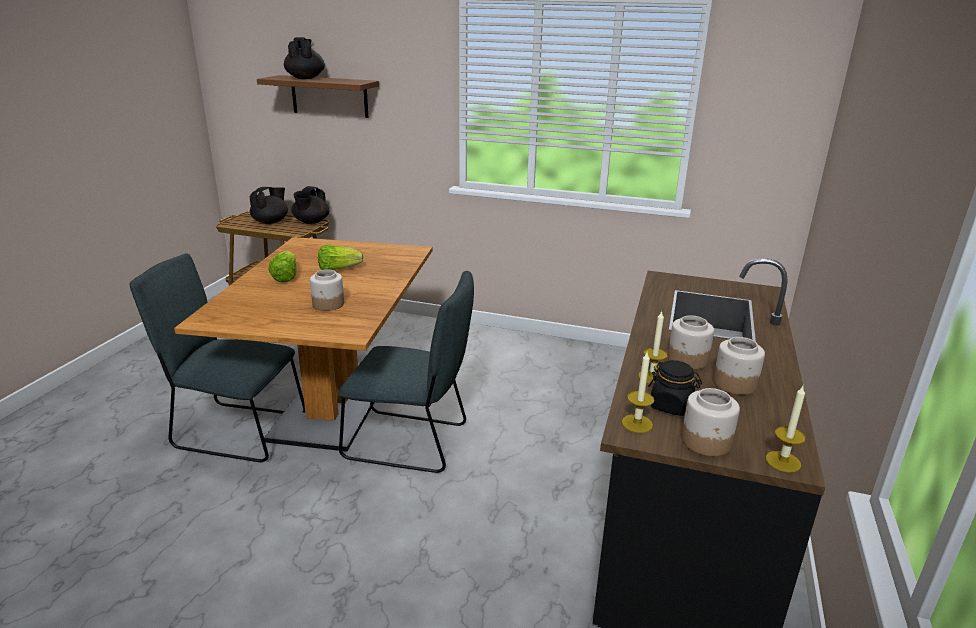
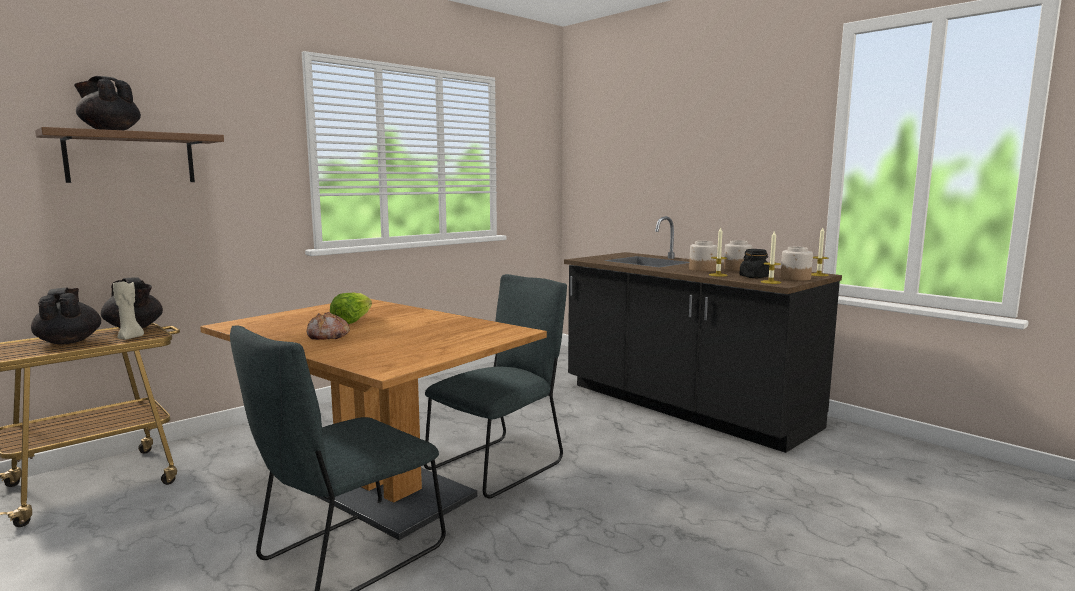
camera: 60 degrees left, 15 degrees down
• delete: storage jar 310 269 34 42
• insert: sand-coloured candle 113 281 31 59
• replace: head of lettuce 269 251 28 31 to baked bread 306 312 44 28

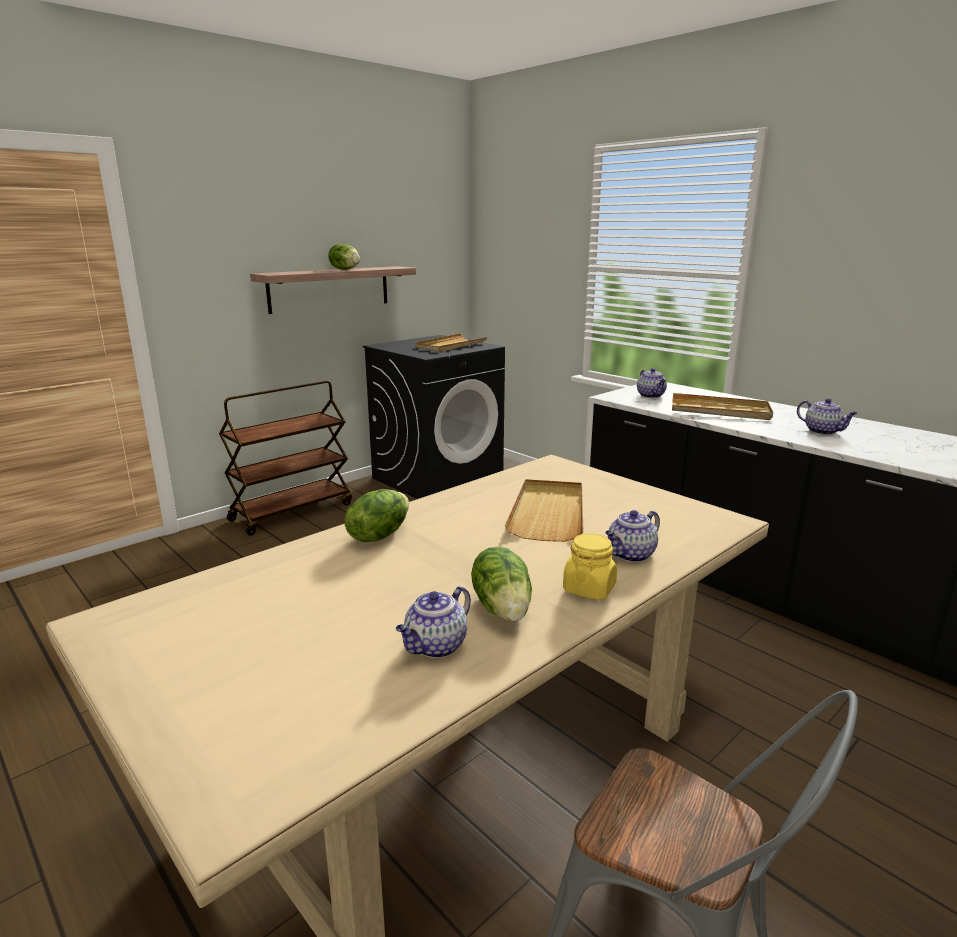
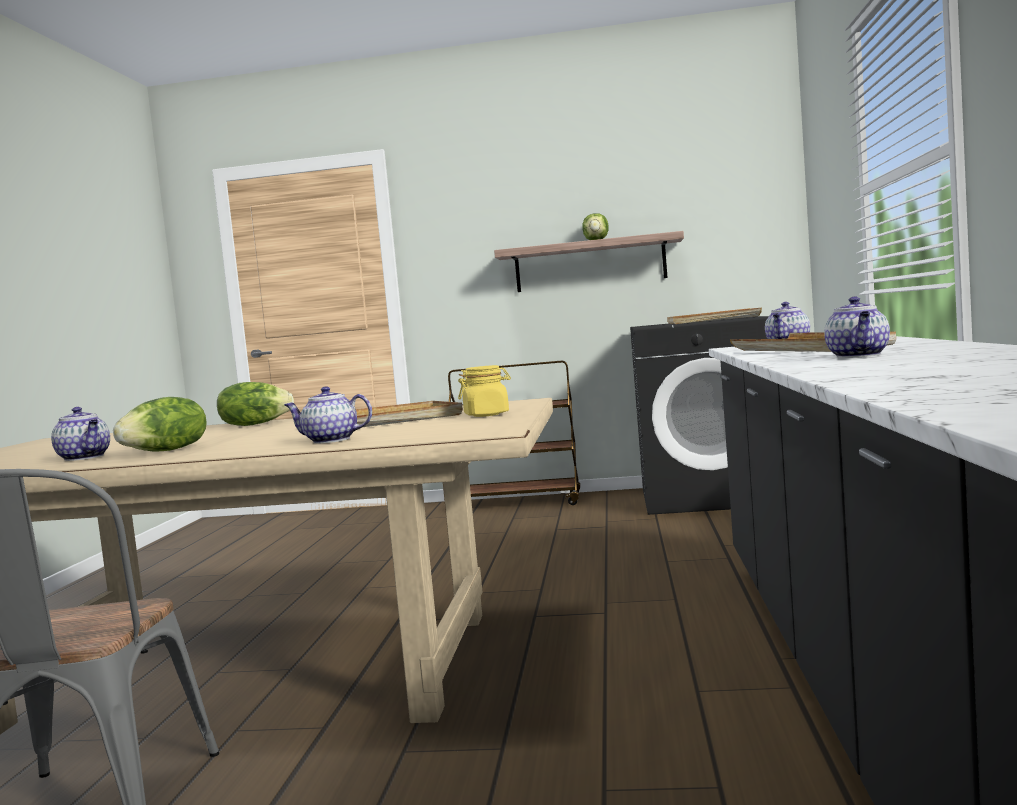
camera: 50 degrees right, 15 degrees down
• move: yellow-coloured storage jar 563 533 54 67 to 458 365 53 52
• rotate: tea pot 396 586 75 72 = 51 407 59 54 135 degrees counterclockwise

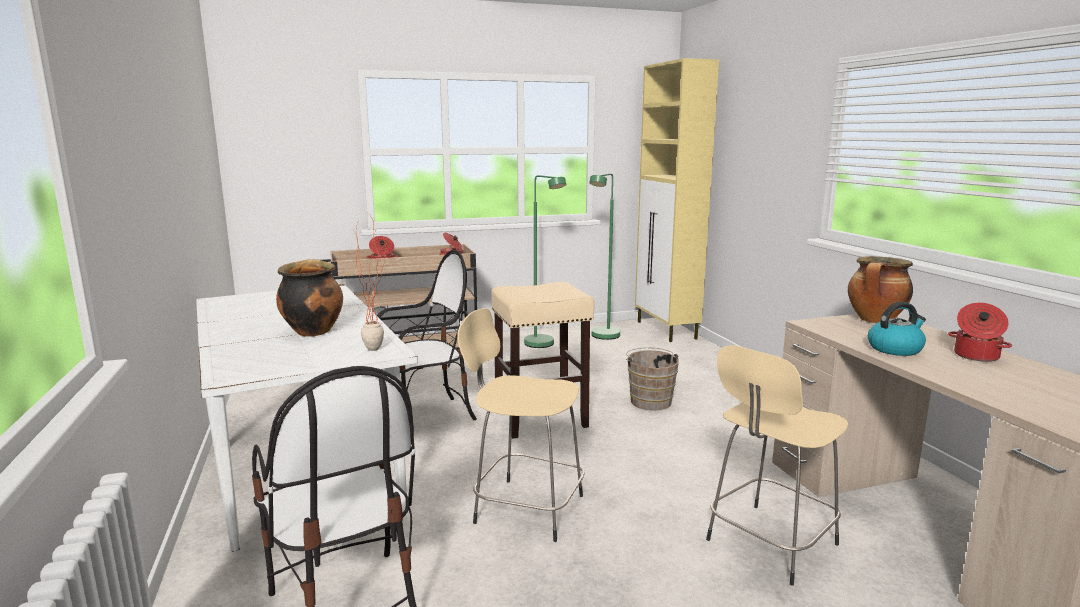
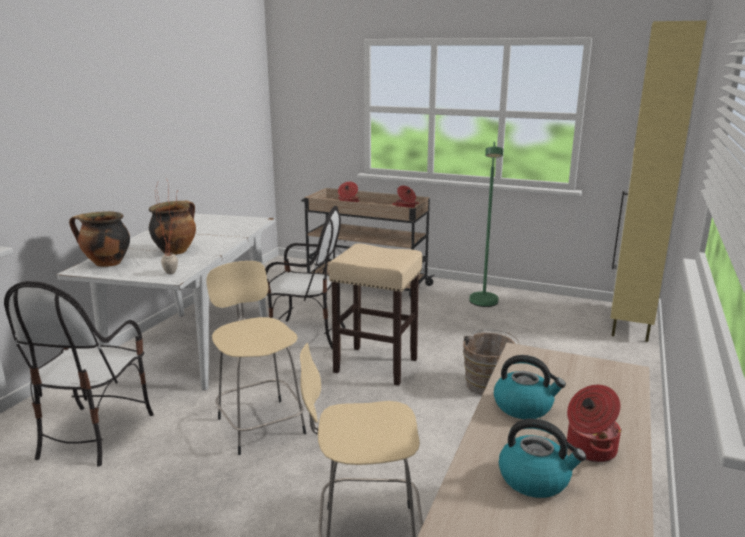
camera: 40 degrees right, 5 degrees up
• delete: greenish standard lamp 589 173 31 167
• insert: water kettle 499 419 87 79
• move: cooking pot 848 256 65 67 to 69 211 61 56

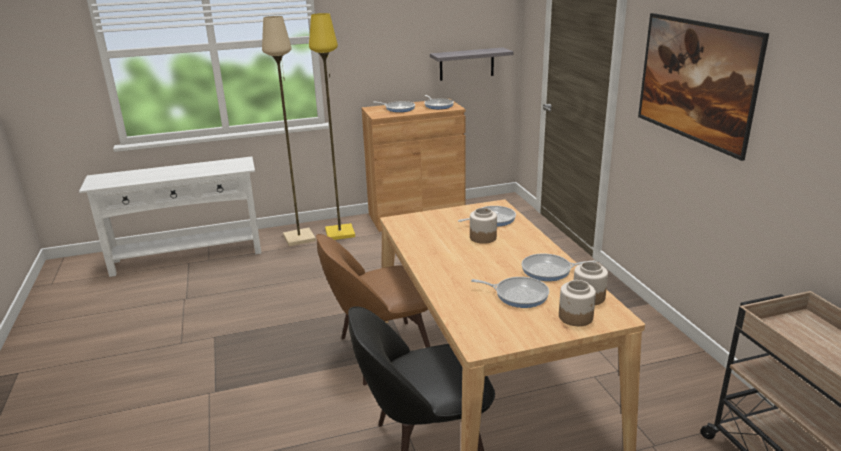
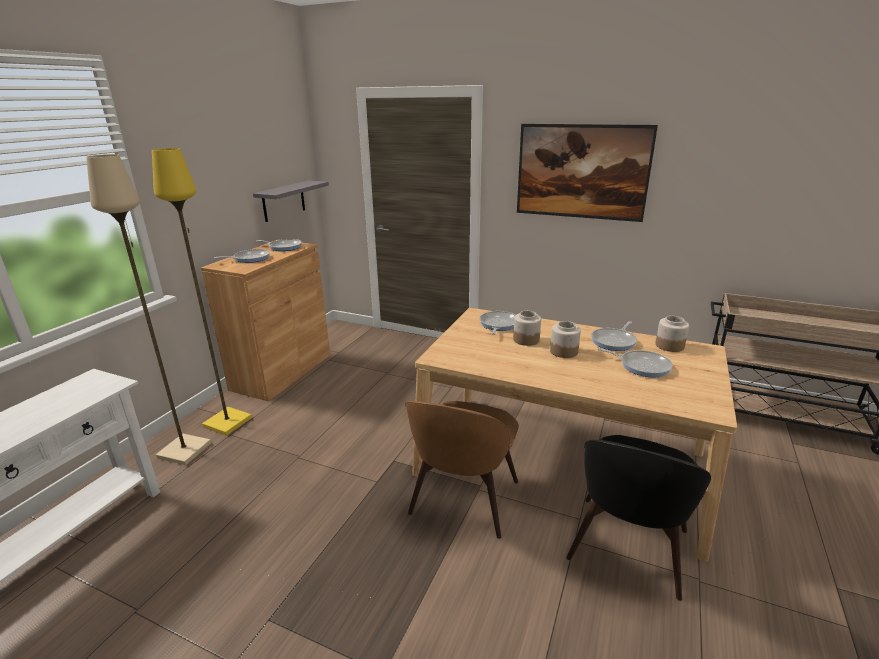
camera: 50 degrees left, 0 degrees up
• move: storage jar 559 280 37 46 to 550 321 31 37
• rotate: pan 471 277 78 31 = 598 348 75 29 60 degrees clockwise

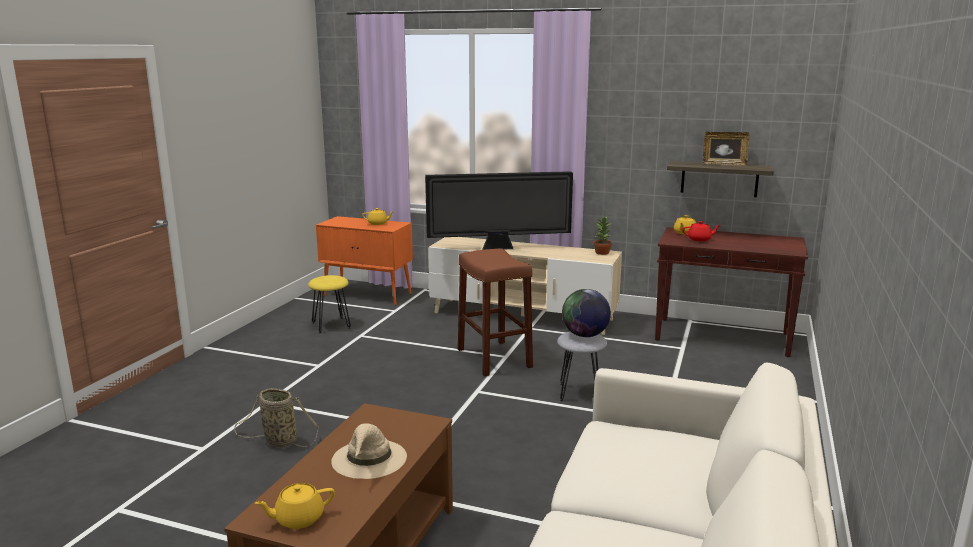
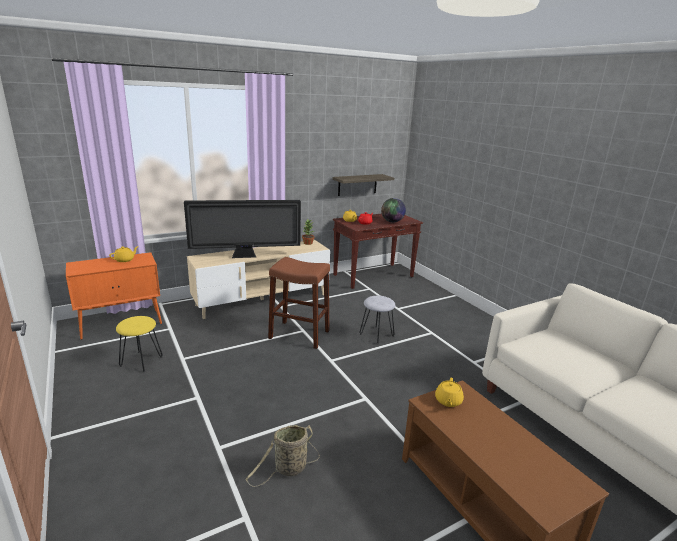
camera: 50 degrees left, 5 degrees up
• delete: sand-coloured clothing hat 331 423 76 56
• delete: photo frame 703 132 46 34
• move: yellow-coloured tea pot 255 483 80 46 to 435 378 29 29
• move: world globe 562 289 49 48 to 381 198 25 25
• rotate: TV set 425 171 148 79 = 184 200 117 58 45 degrees clockwise

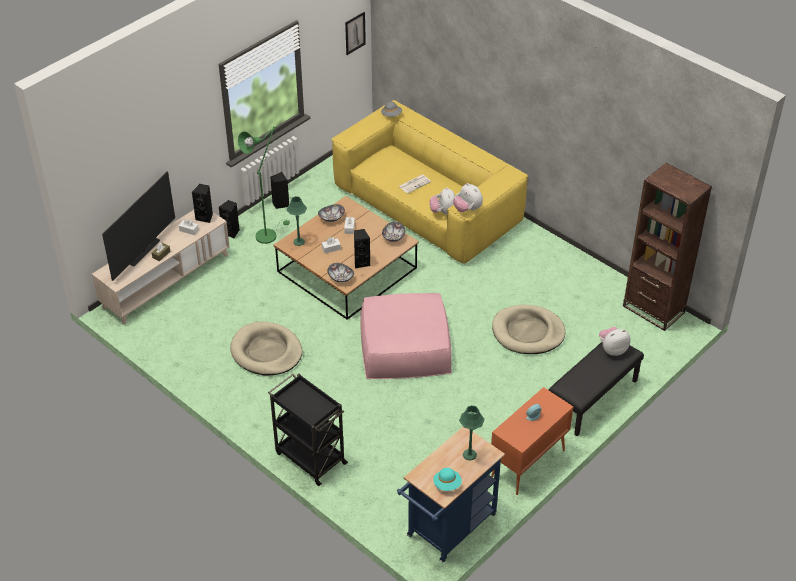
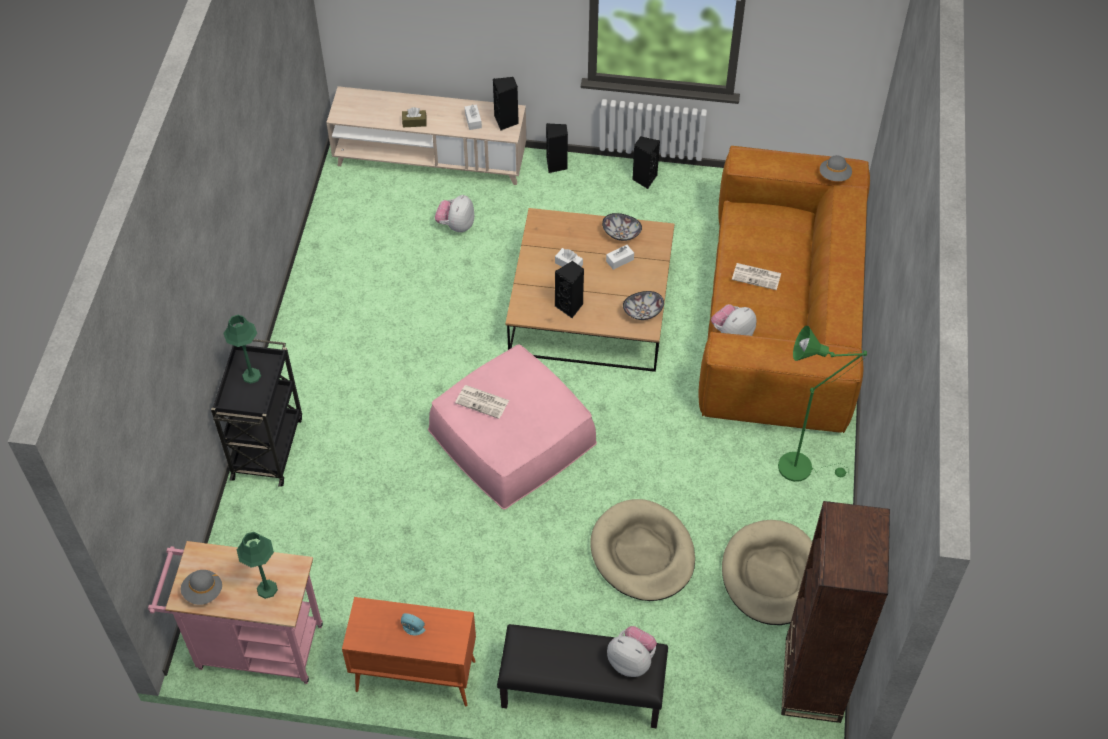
camera: 55 degrees right, 10 degrees up
• delete: TV set 102 172 73 109
• delete: serving bowl 328 263 26 20
• delete: wall picture 345 12 21 43
• insert: printed paper 455 385 54 34
• move: sand-coloured dog cushion 230 322 72 54 to 722 520 90 105
• move: greenish standard lamp 238 126 52 118 to 778 326 89 156
• move: greenish tabletop lamp 287 196 20 50 to 223 315 38 69
• move: soft toy 453 183 30 29 to 435 195 39 37
• recolor: yellow-coloured sofa 332 100 196 164 to brown-coloured sofa 699 146 171 287
• recolor: bluish cart 397 427 108 135 to pink cart 148 541 175 143
• recolor: turquoise-coloured clothing hat 433 468 29 23 to gray clothing hat 181 570 41 35

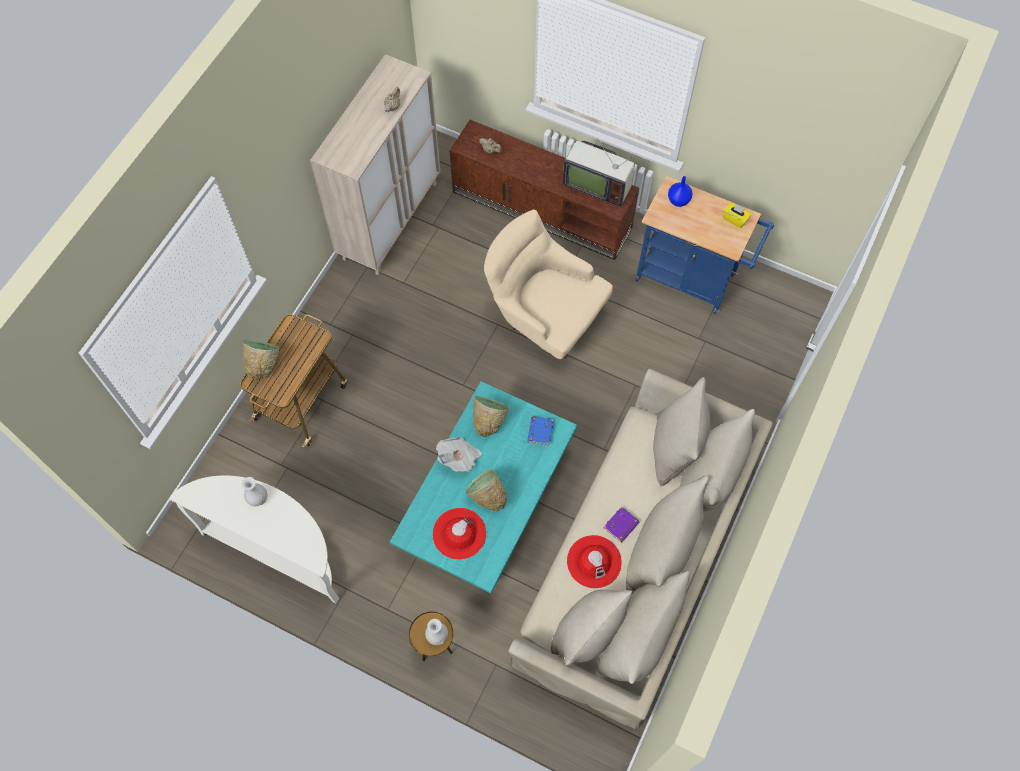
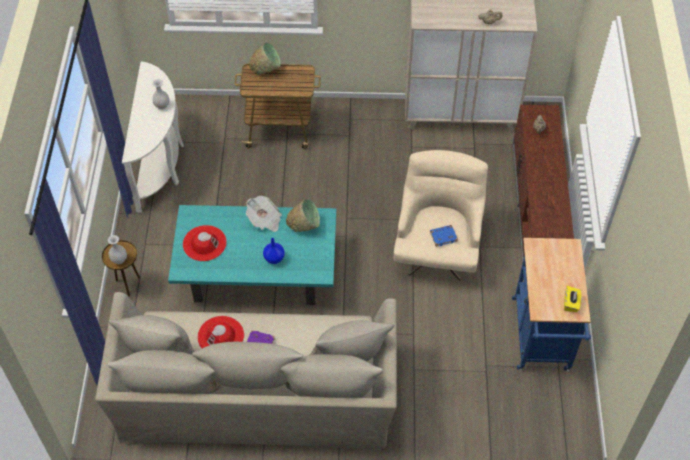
camera: 65 degrees right, 10 degrees down
• delete: greenish serving bowl 465 469 42 43
• delete: TV set 563 138 74 69
• move: bluish volume 527 416 26 30 to 430 225 28 22
• move: bluish decorative vase 668 176 24 31 to 263 238 22 26

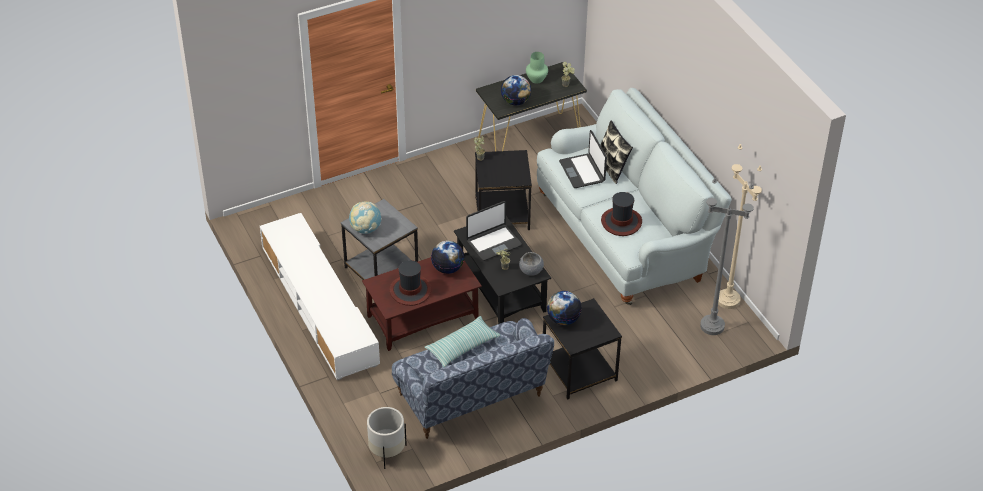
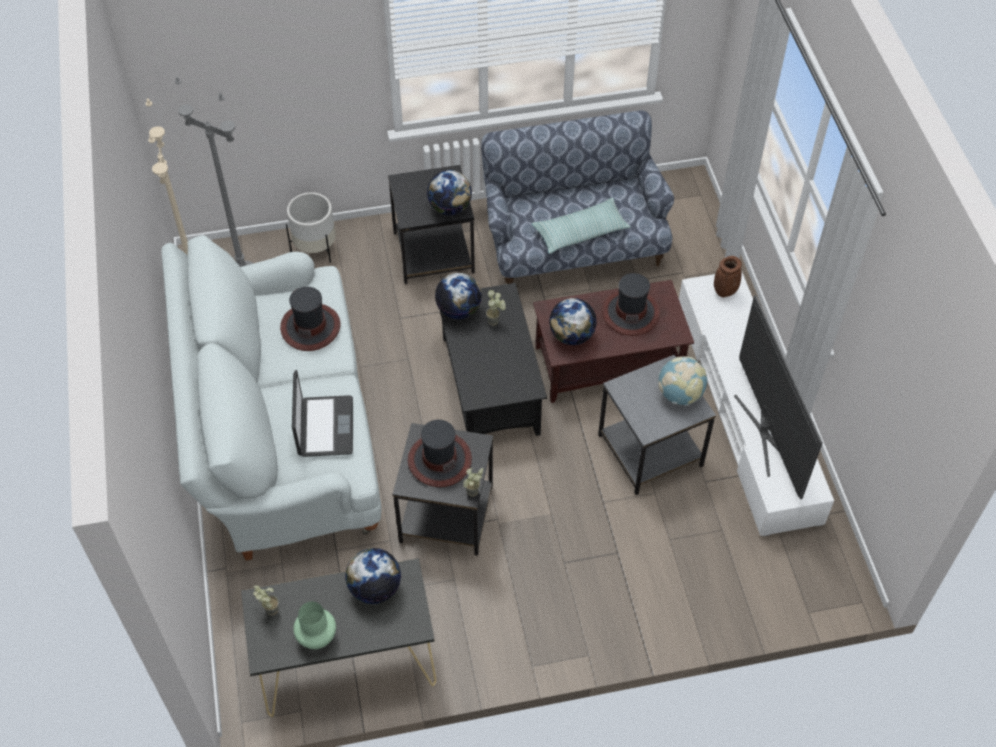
camera: 165 degrees left, 10 degrees up
• delete: notebook computer 466 201 56 60
• delete: cushion 601 121 32 63
• insert: clothing hat 408 420 64 67
• insert: brown-coloured decorative vase 714 256 28 41
• insert: TV set 734 295 89 204
• move: white-coloured planter 367 407 40 62 to 286 192 50 71
• replace: gray serving bowl 519 252 25 24 to world globe 435 273 47 46

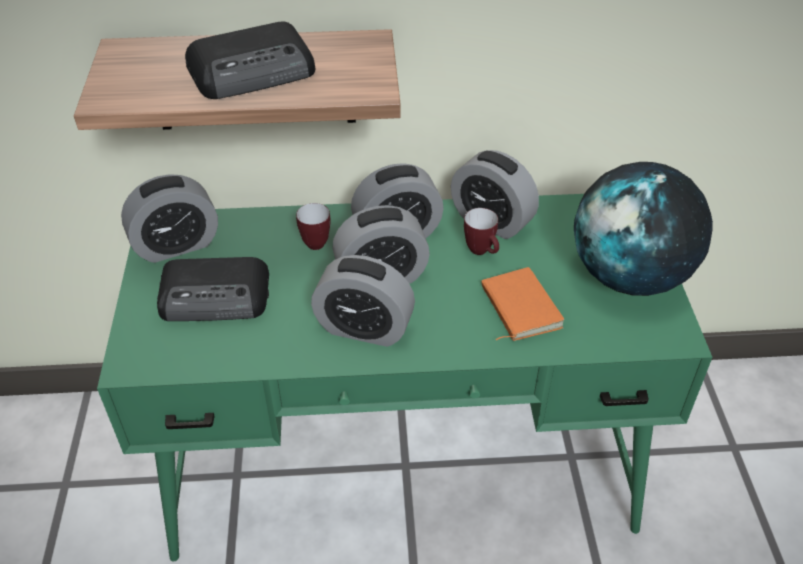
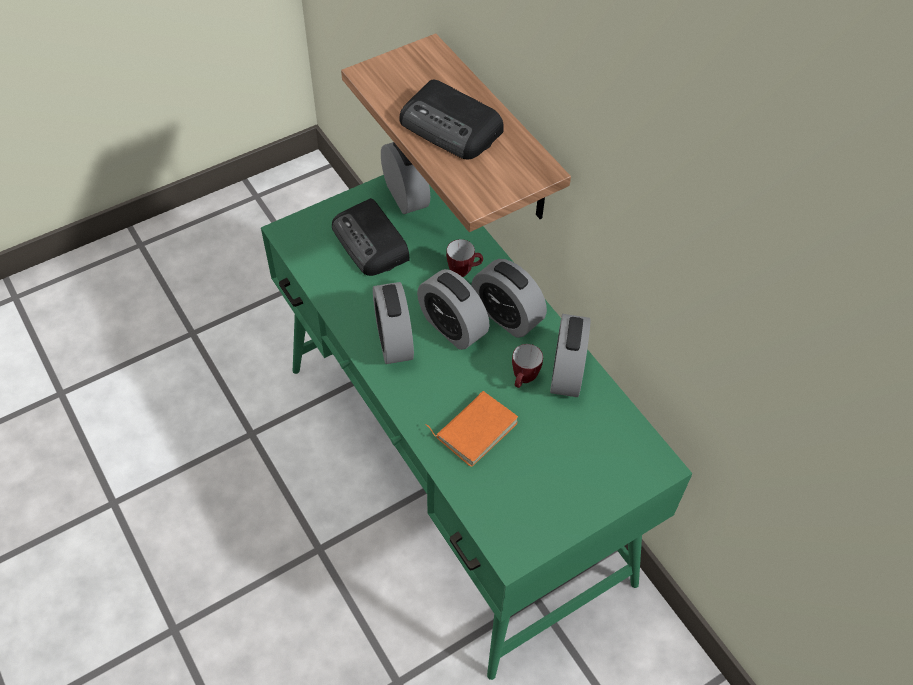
camera: 60 degrees right, 10 degrees up
• delete: world globe 574 162 139 134
• rotate: bedside clock 121 174 97 89 = 381 142 49 72 150 degrees counterclockwise

